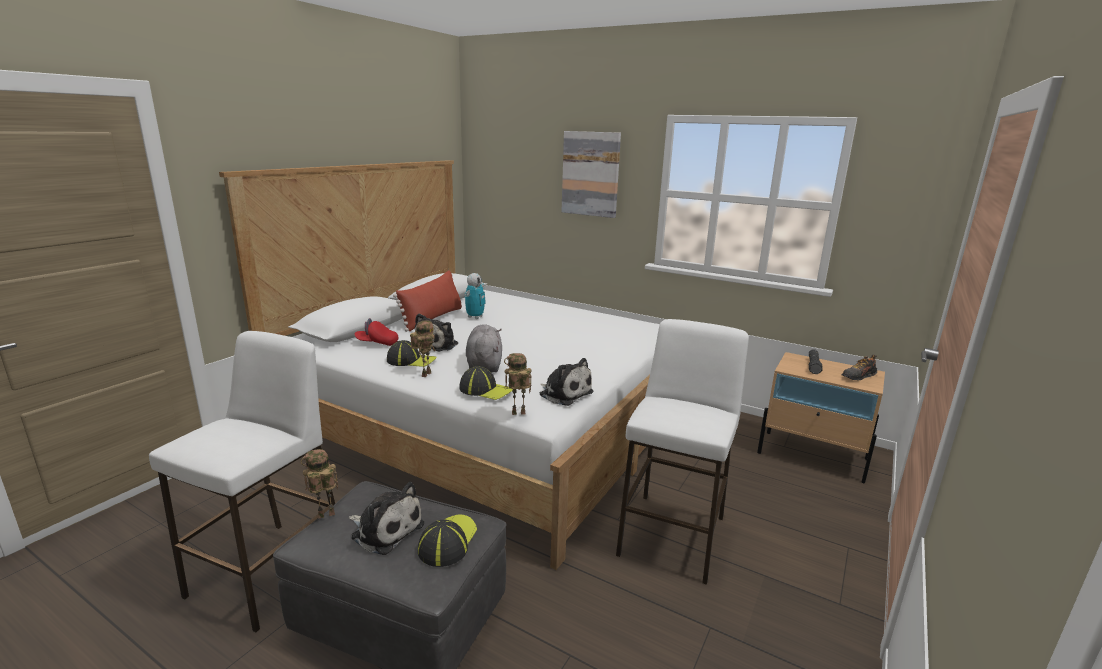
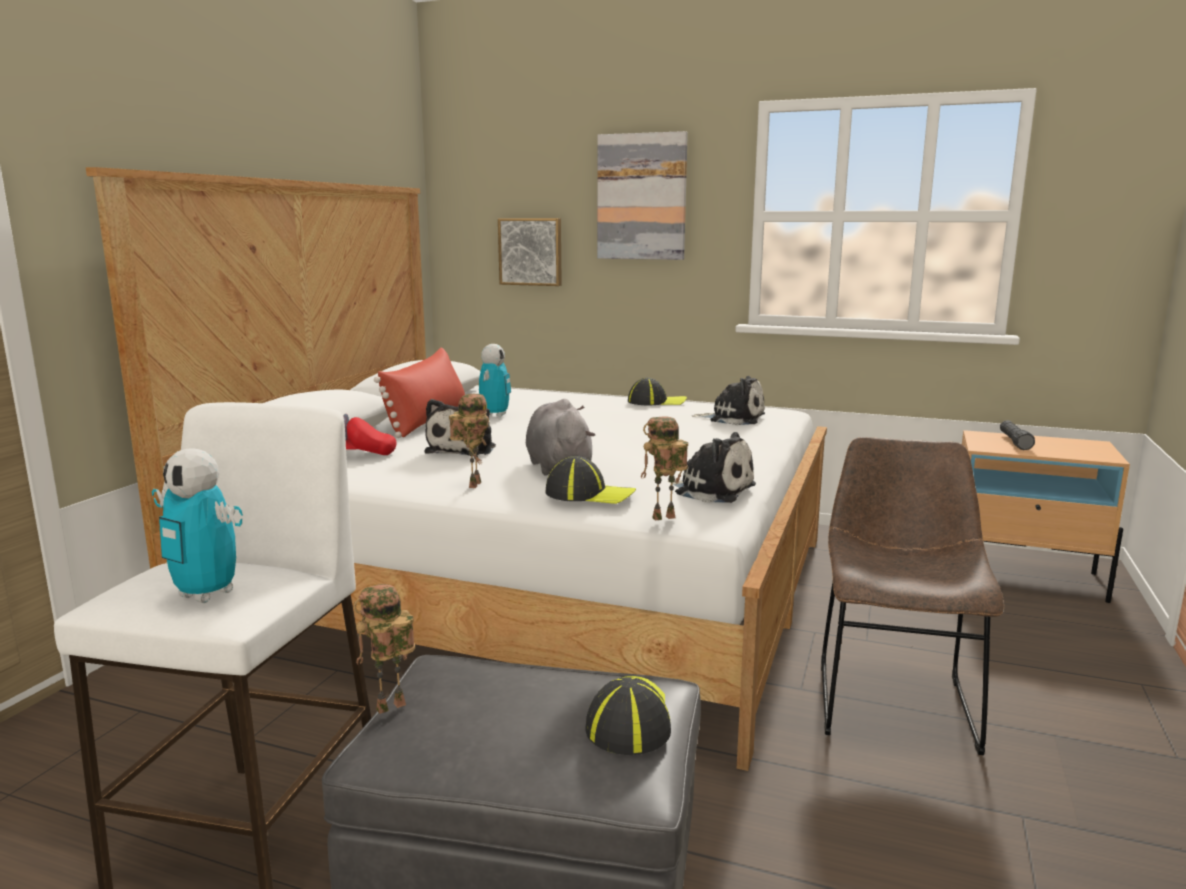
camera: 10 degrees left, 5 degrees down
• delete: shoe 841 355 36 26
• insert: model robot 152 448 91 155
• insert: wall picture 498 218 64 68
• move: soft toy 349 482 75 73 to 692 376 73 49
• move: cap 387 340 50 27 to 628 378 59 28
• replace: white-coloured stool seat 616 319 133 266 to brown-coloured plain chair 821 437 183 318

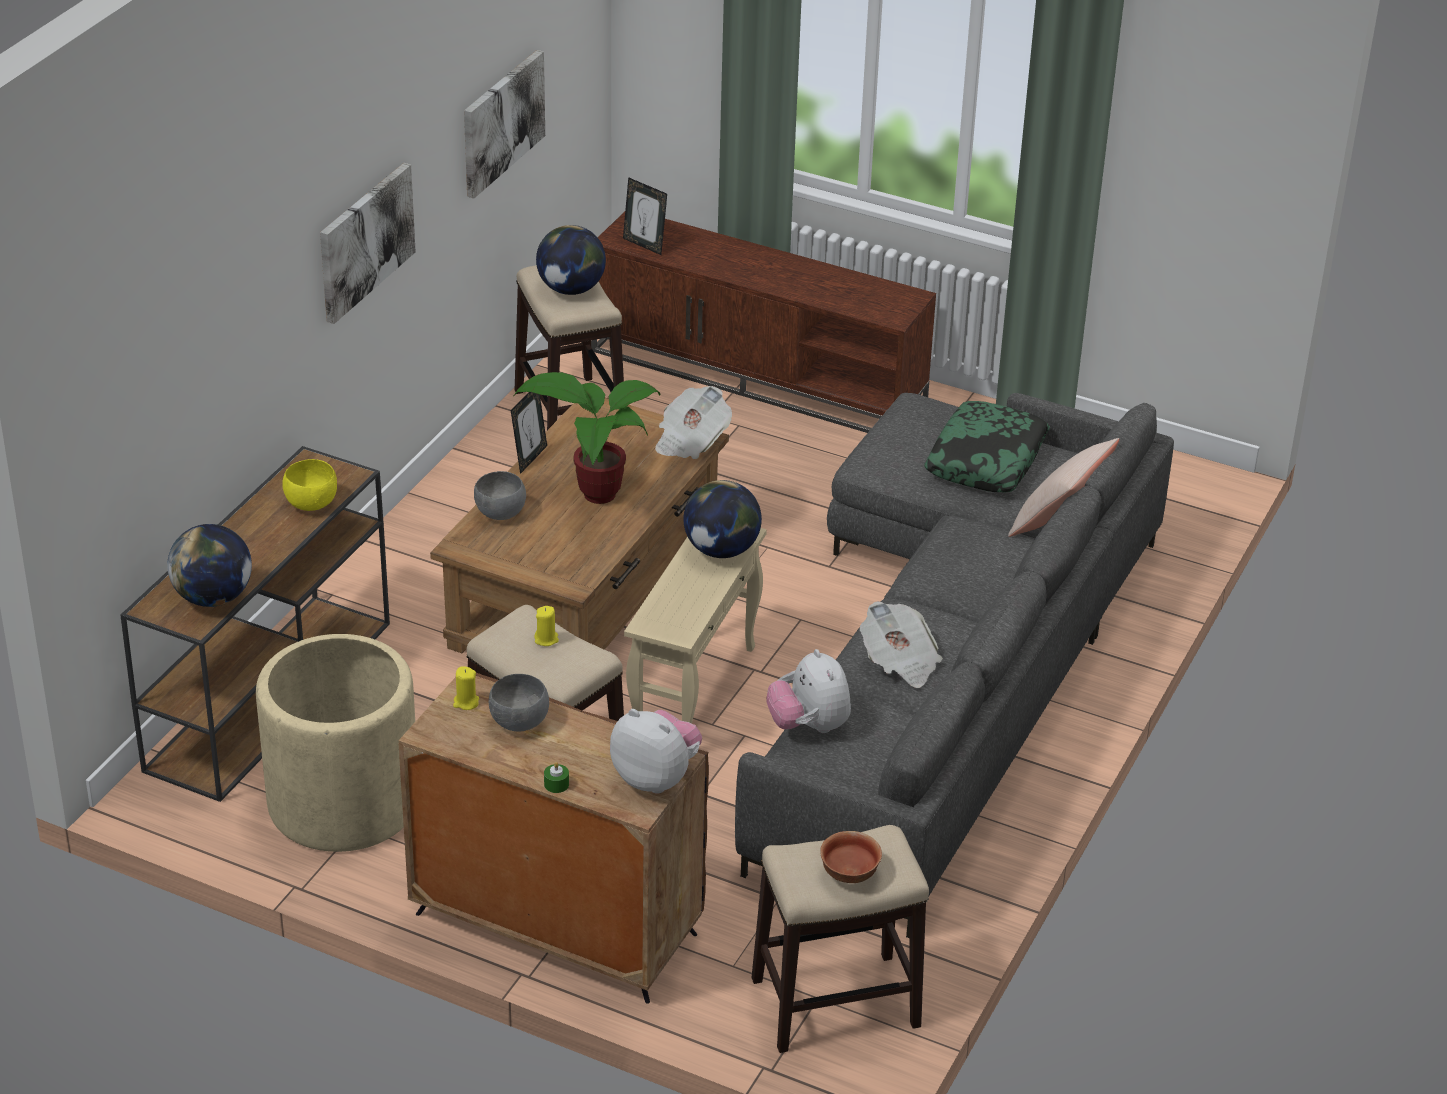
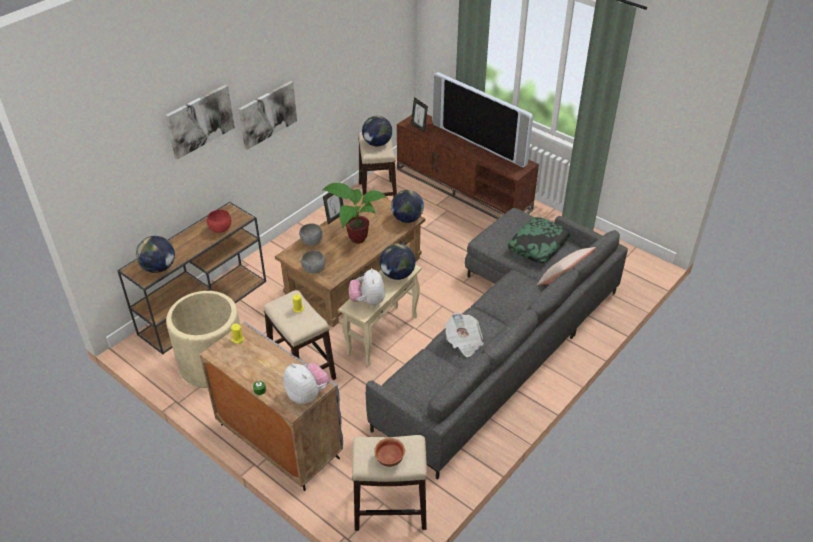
camera: 15 degrees right, 5 degrees up
• insert: TV set 432 72 101 95
• move: wall picture 464 50 81 148 to 166 84 69 75
• move: gray serving bowl 489 674 60 58 to 301 251 24 23
• move: soft toy 766 649 85 84 to 349 268 36 38
• replace: printed paper 655 386 77 73 to world globe 391 190 33 33
• recolor: yellow-coloured serving bowl 282 459 55 52 to reddish serving bowl 207 210 24 23
• recolor: brown-coloured storage cabinet 399 673 310 331 to gray storage cabinet 200 322 143 169

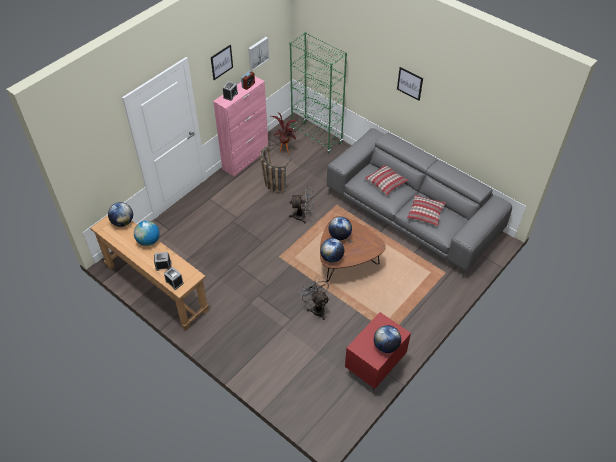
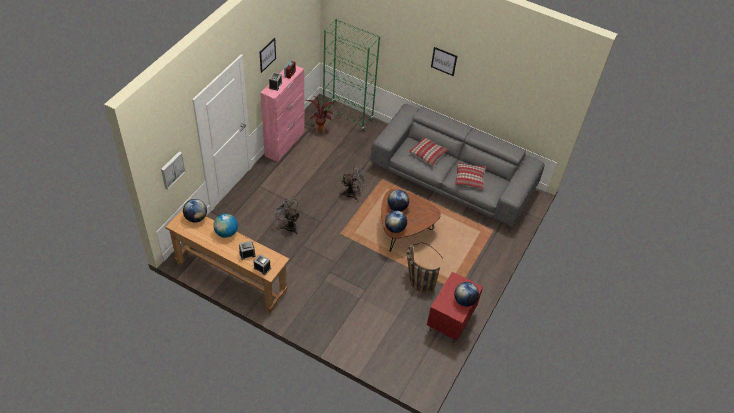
camera: 15 degrees left, 0 degrees up
• move: wall picture 248 37 21 34 to 161 151 25 38
• move: storage basket 260 144 31 49 to 407 242 36 52
• move: gray fan 299 277 30 43 to 273 196 27 38

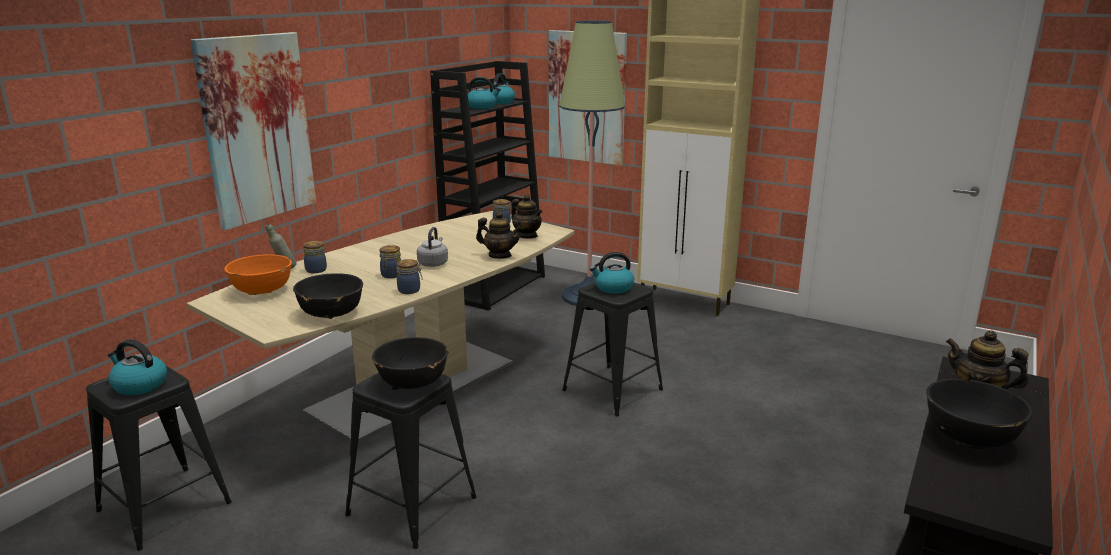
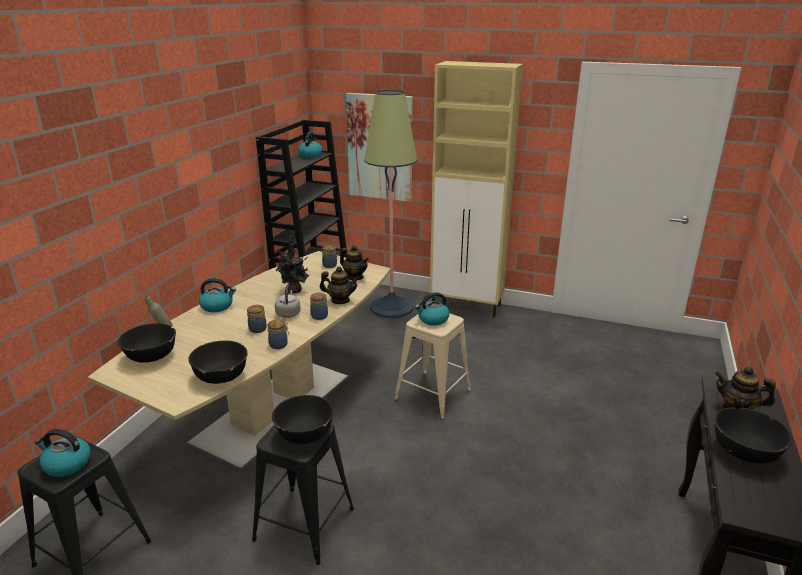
camera: 10 degrees left, 5 degrees up
• delete: wall picture 191 32 125 198
• insert: houseplant 276 235 33 58
• move: storage jar 303 241 24 32 to 310 293 18 27
• move: water kettle 468 77 33 32 to 199 278 37 34
• recolor: orange serving bowl 224 254 68 41 to black serving bowl 118 323 58 40
• recolor: black stool seat 562 283 101 133 to sand-coloured stool seat 394 313 77 106

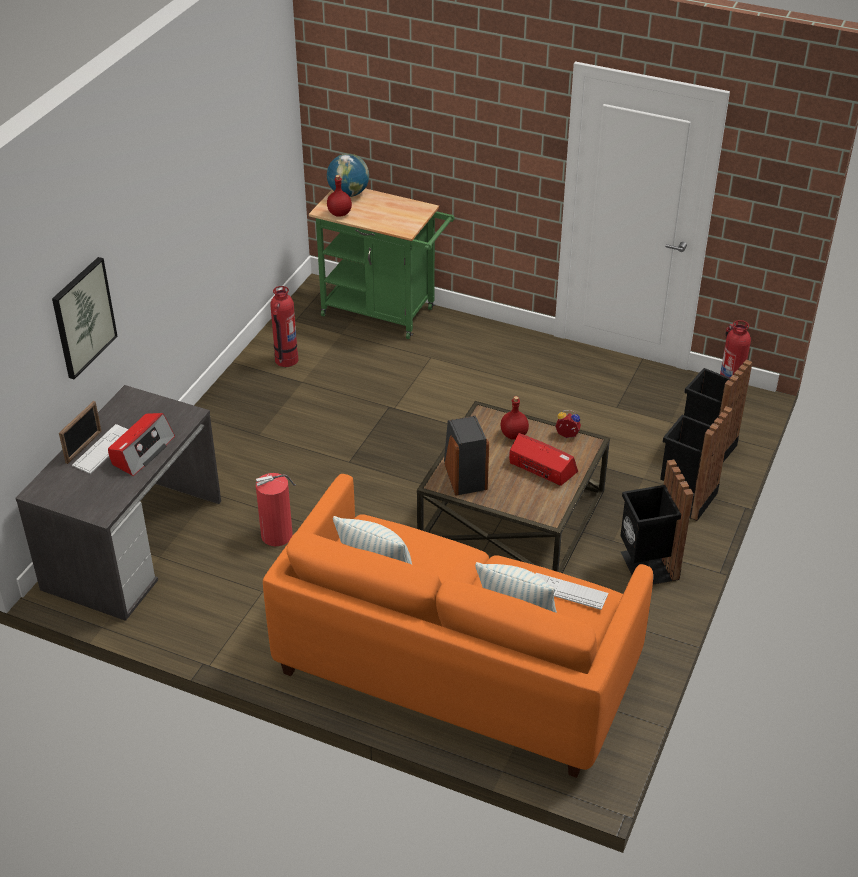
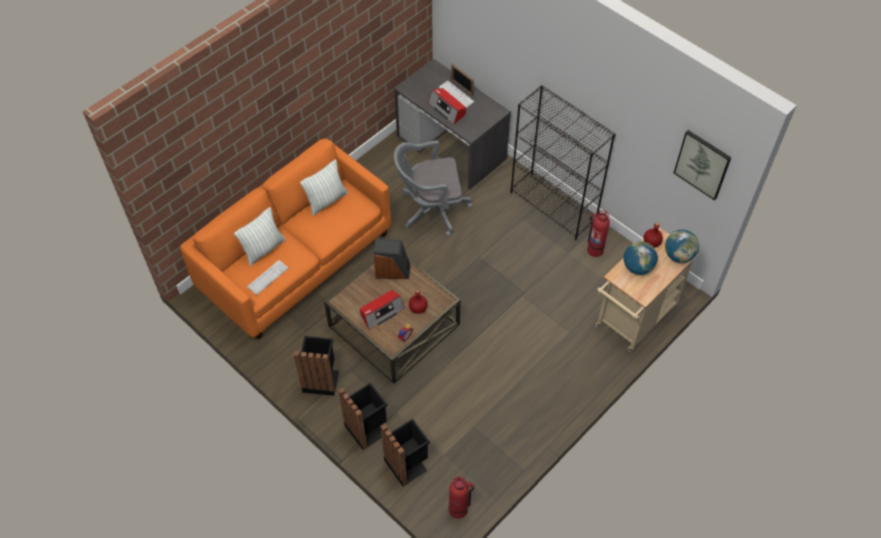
camera: 110 degrees right, 15 degrees up
• insert: black bookshelf 510 85 106 155
• insert: world globe 624 241 34 34
• move: wall picture 52 257 66 122 to 674 130 57 70
• replace: fire-fighting cylinder 256 473 40 73 to gray desk chair 394 140 78 96
• recolor: greenish cart 309 188 146 151 to sand-coloured cart 595 227 103 125

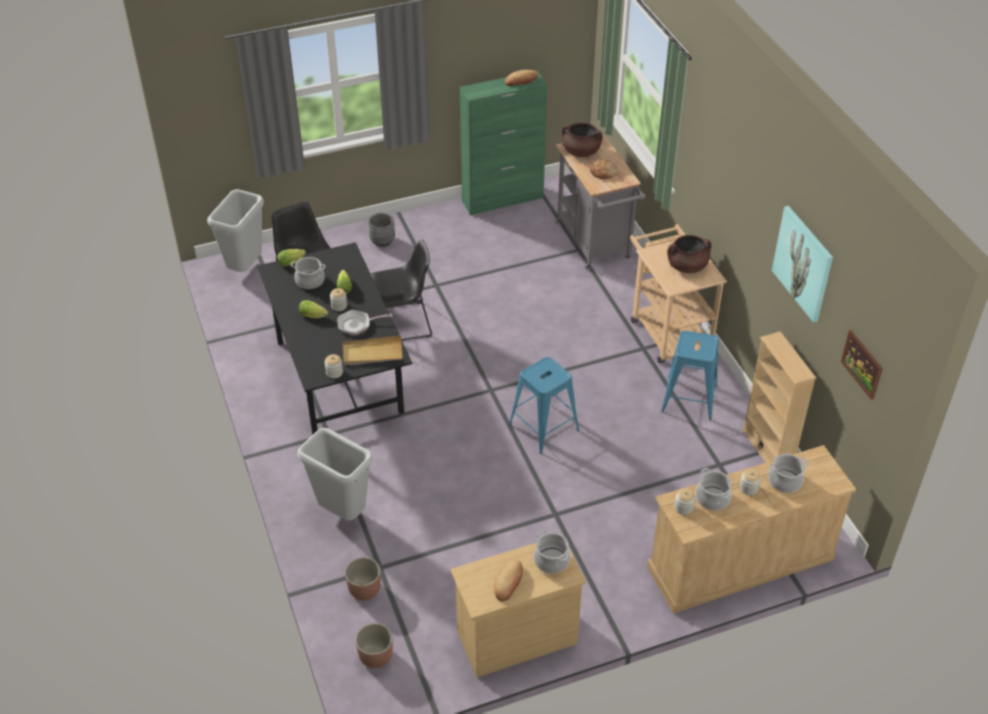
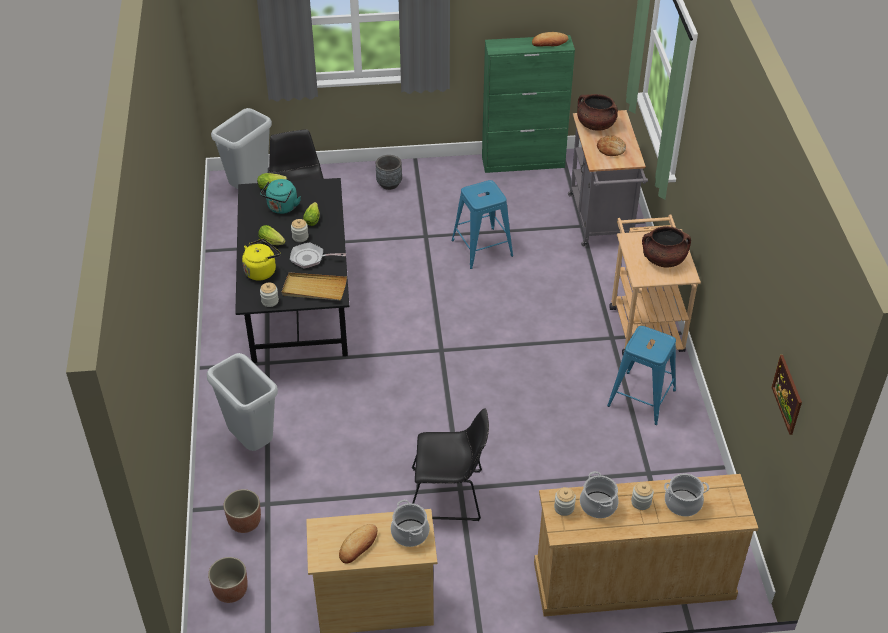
camera: 15 degrees right, 0 degrees up
• delete: sand-coloured bookshelf 742 331 74 132
• delete: wall picture 772 206 61 117
• insert: yellow-coloured water kettle 242 239 38 42
• move: black plain chair 371 239 61 102 to 412 409 77 112
• move: bluish stool seat 509 357 70 97 to 451 180 62 89
• replace: cooking pot 291 257 34 32 to turquoise-coloured water kettle 260 179 41 35

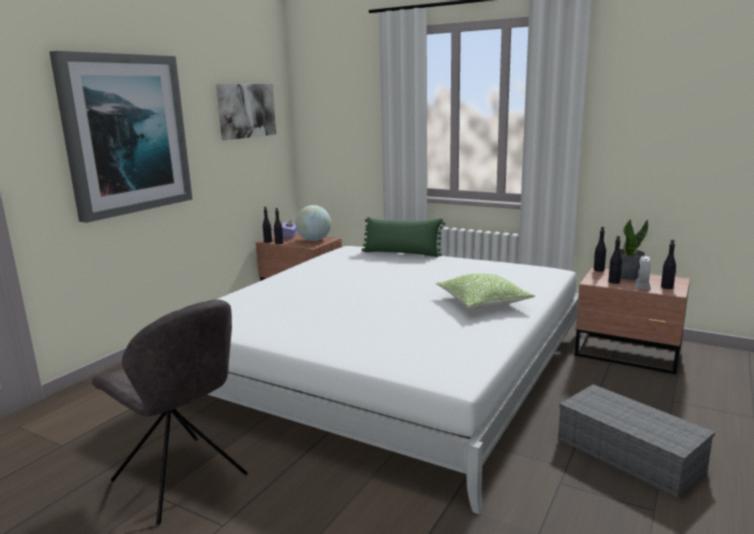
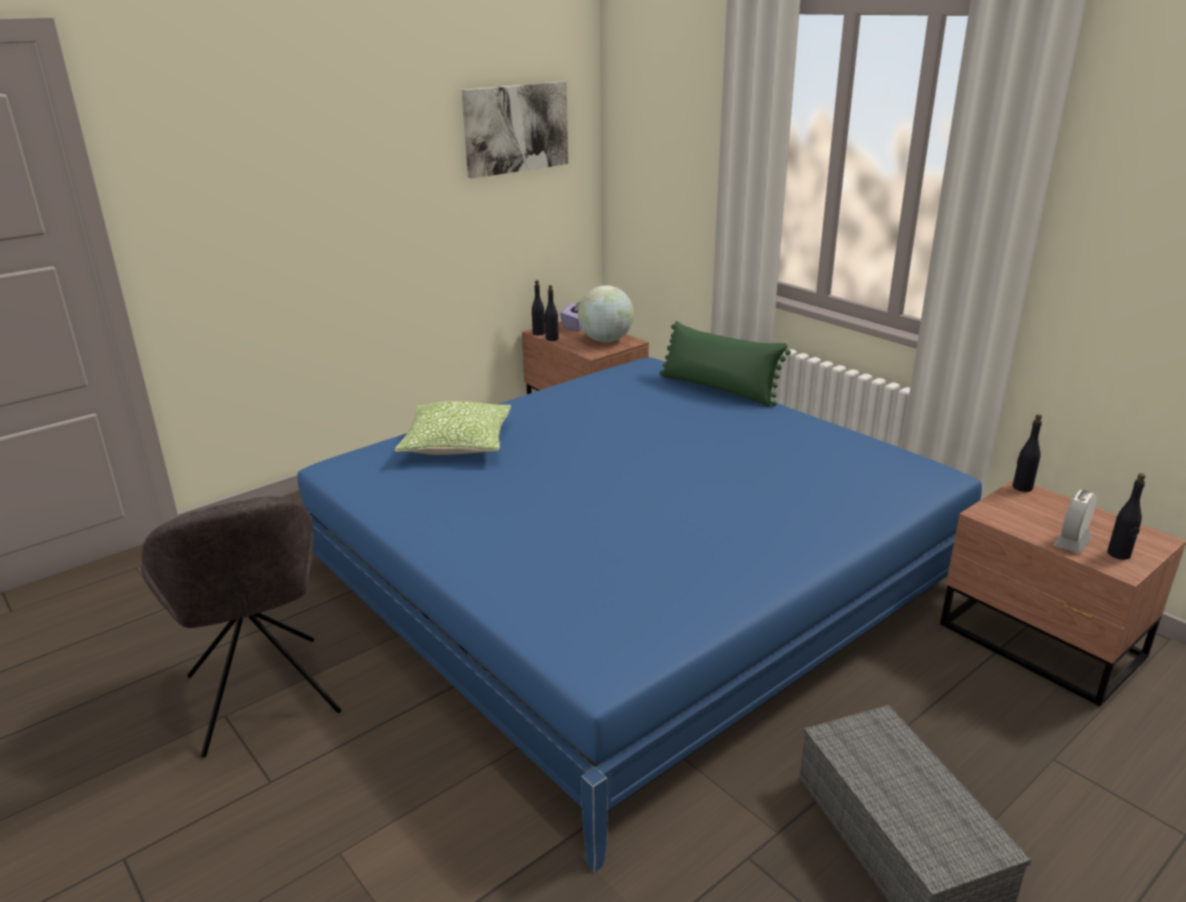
camera: 20 degrees right, 10 degrees up
• delete: wall picture 49 51 143 172
• delete: black beverage bottle 608 236 14 48
• delete: houseplant 619 219 29 61
• move: cushion 436 274 99 35 to 395 401 116 54
• recolor: white-coloured bedroom bed 207 246 376 269 to bluish bedroom bed 297 357 685 515

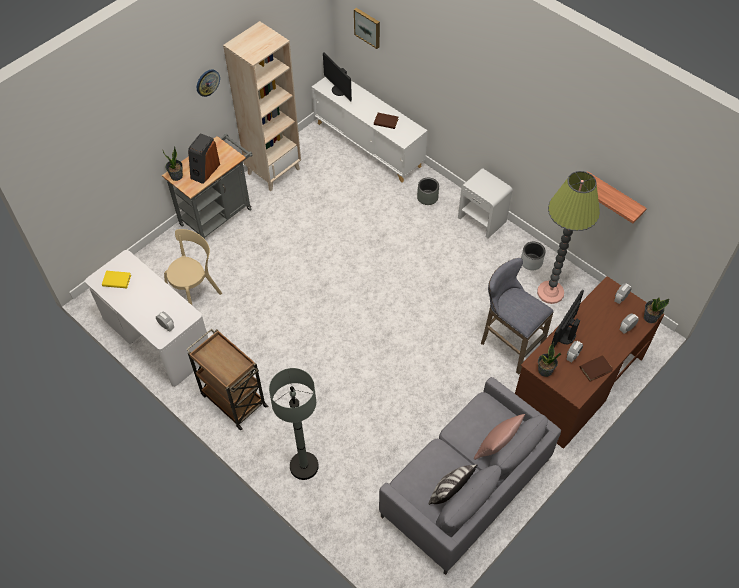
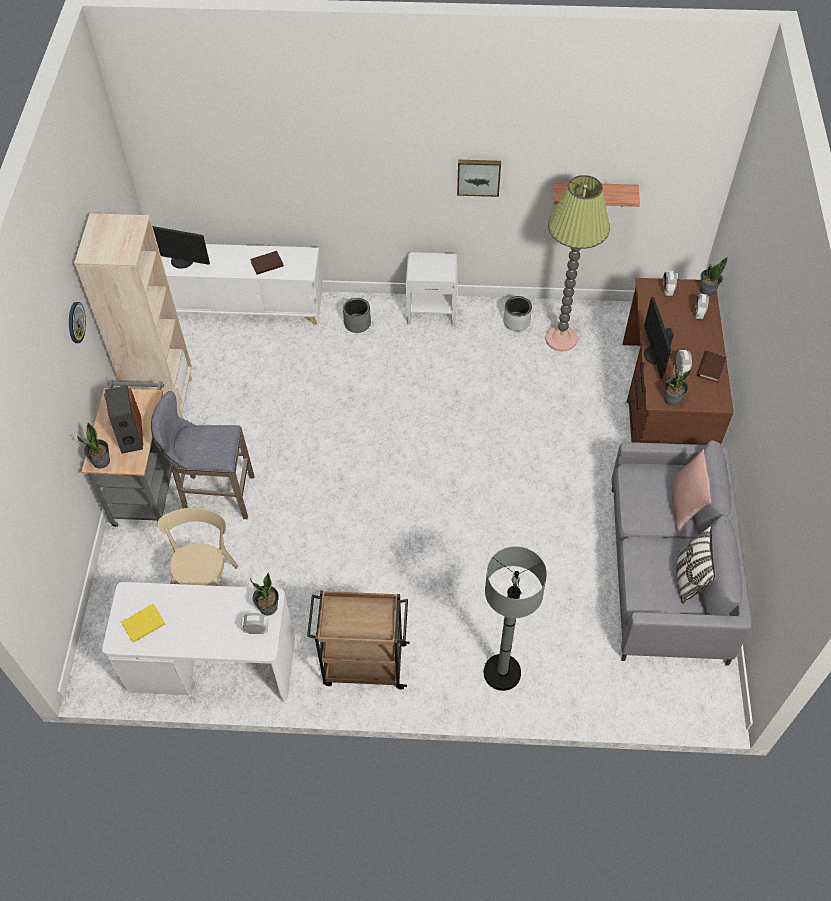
camera: 40 degrees left, 0 degrees up
• insert: houseplant 250 572 29 44
• move: wall picture 354 8 26 41 to 457 160 44 37
• move: gray stool seat 481 258 73 116 to 151 391 104 128

